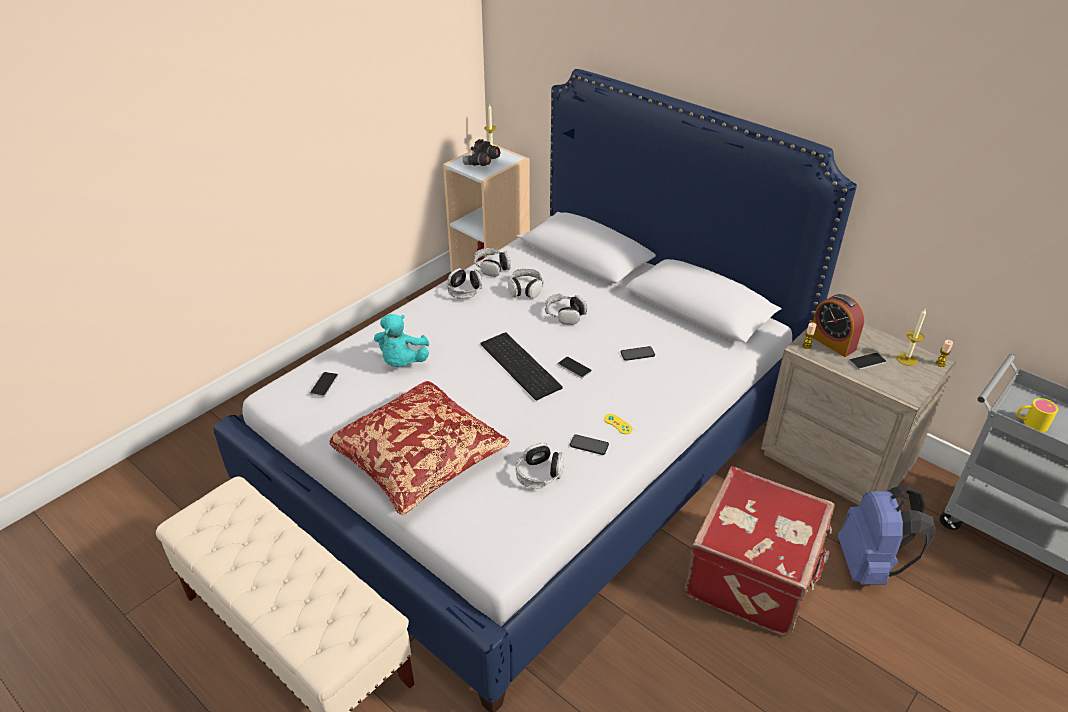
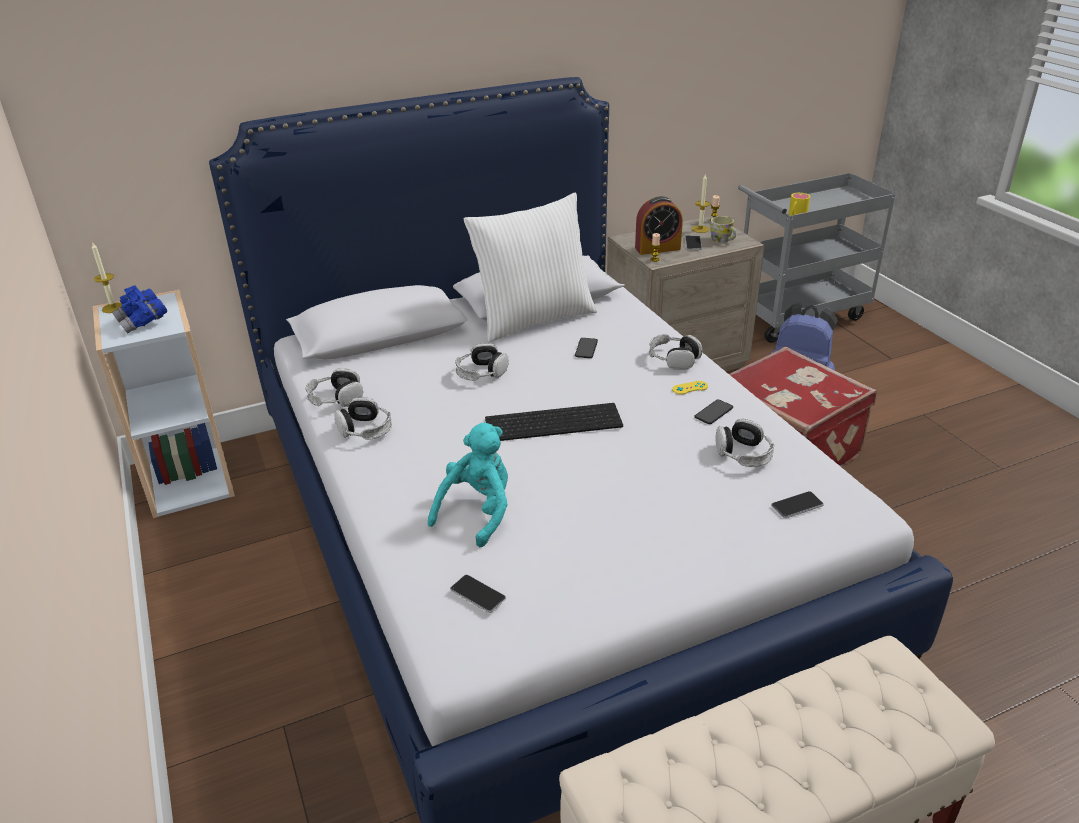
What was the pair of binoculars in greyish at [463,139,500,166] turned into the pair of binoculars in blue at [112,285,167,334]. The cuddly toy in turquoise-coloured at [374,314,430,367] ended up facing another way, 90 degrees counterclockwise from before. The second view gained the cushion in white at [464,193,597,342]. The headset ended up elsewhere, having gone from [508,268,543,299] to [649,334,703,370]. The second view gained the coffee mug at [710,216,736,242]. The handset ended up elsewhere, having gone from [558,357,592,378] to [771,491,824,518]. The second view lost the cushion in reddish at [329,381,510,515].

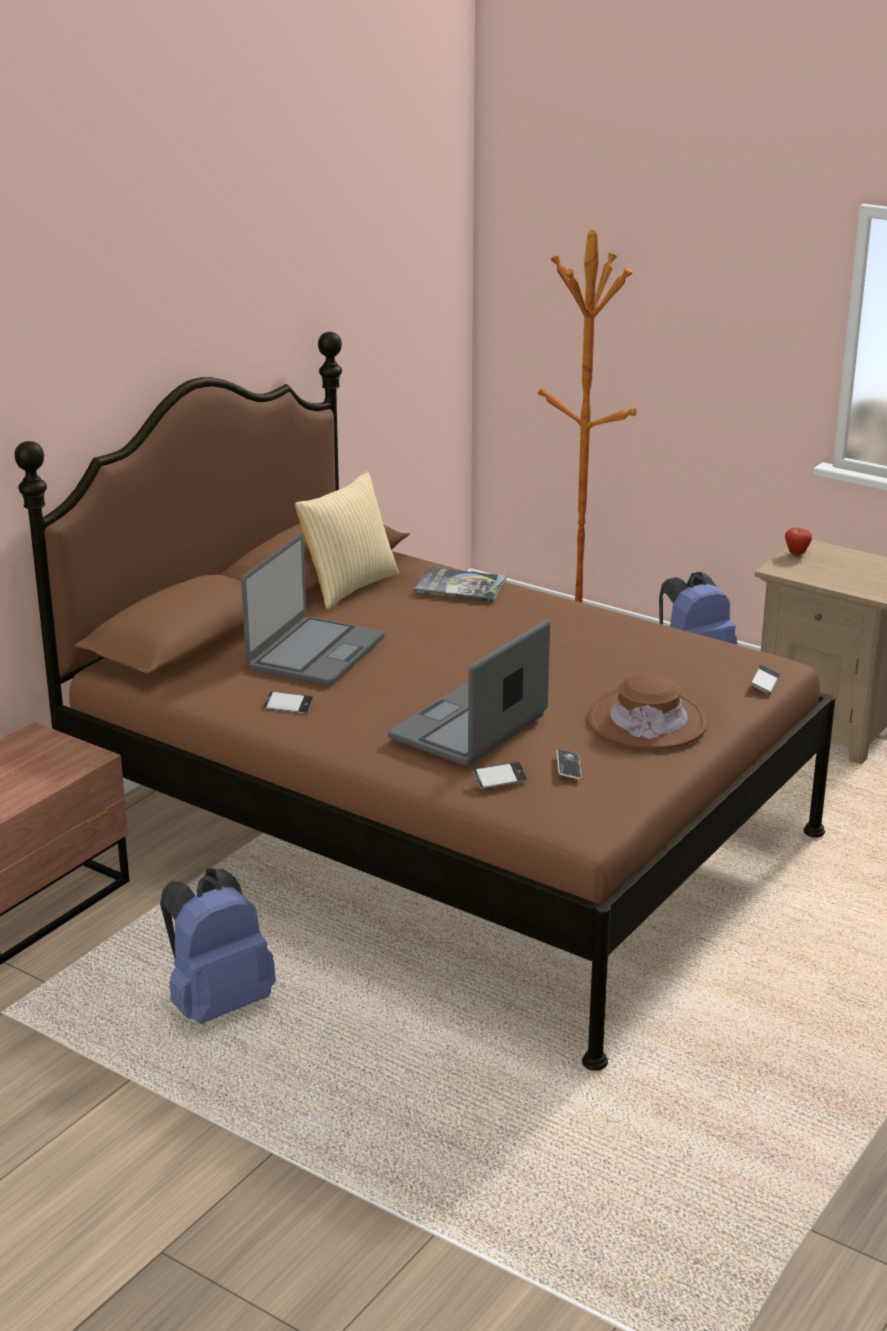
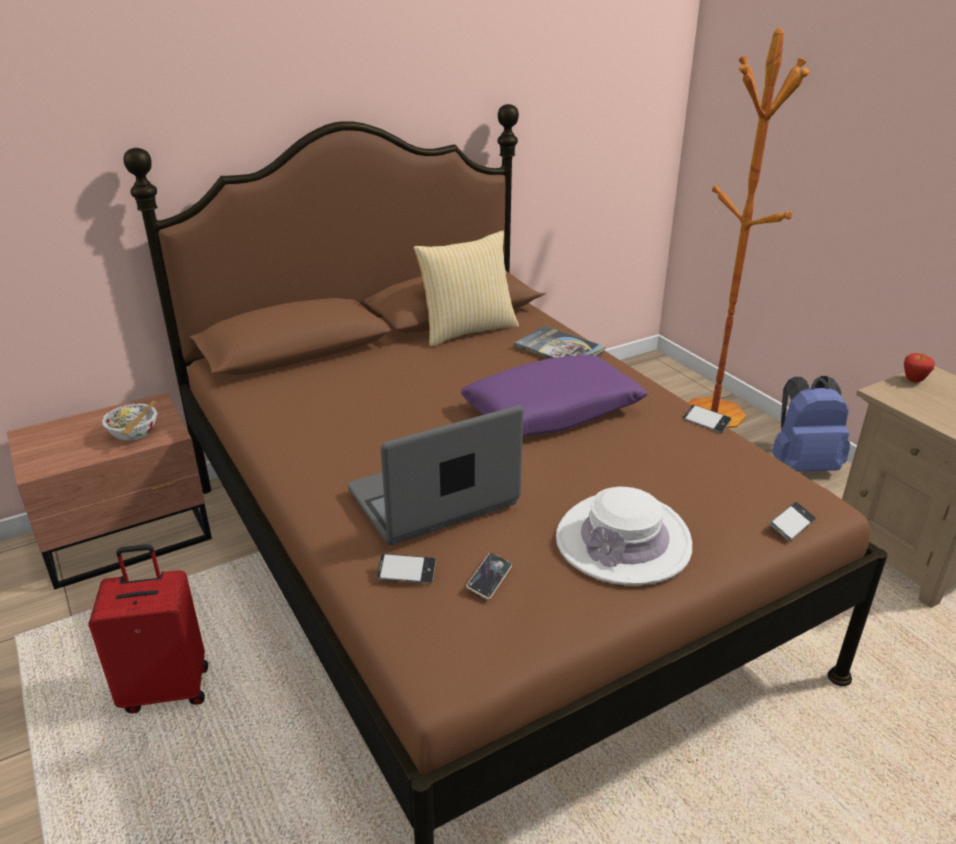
Where the backpack in blue stood at [160,868,276,1024], the piece of luggage in reddish came to stand at [88,544,208,713]. The second view gained the bowl at [102,401,158,441]. The second view gained the cushion in purple at [461,355,648,436]. What was the hat in brown-coloured at [588,674,708,749] turned into the hat in white at [556,487,692,586]. The handset ended up elsewhere, having gone from [264,691,314,714] to [683,405,732,433]. The second view lost the laptop at [241,534,385,686].

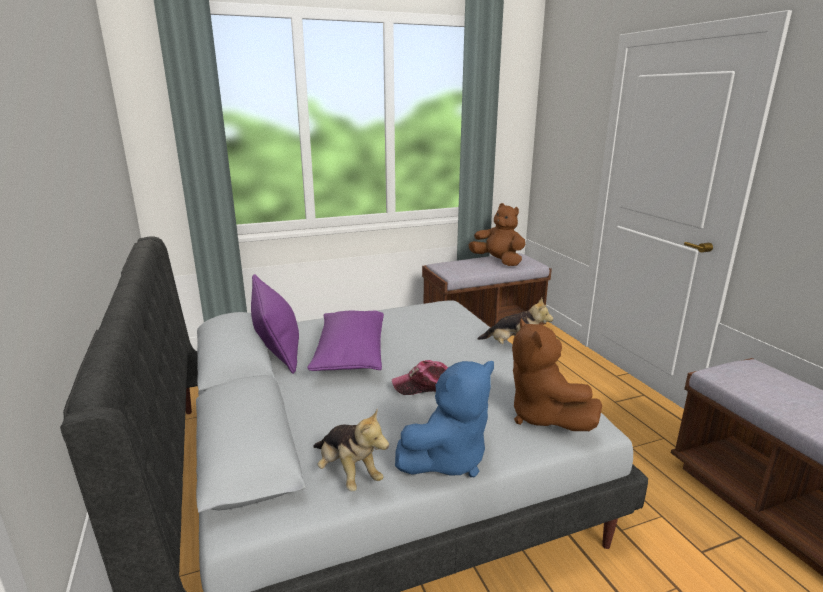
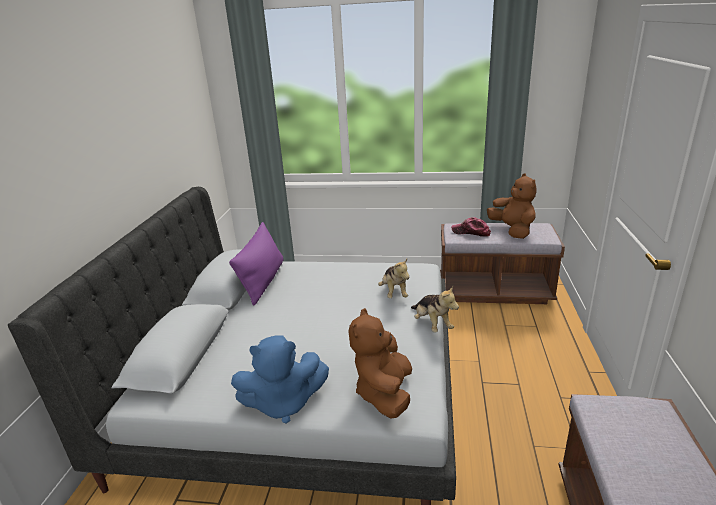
The cuddly toy ended up elsewhere, having gone from [313,409,389,491] to [378,259,410,298]. The baseball cap ended up elsewhere, having gone from [392,360,448,395] to [451,217,491,237]. The second view lost the cushion in purple at [307,310,384,371].

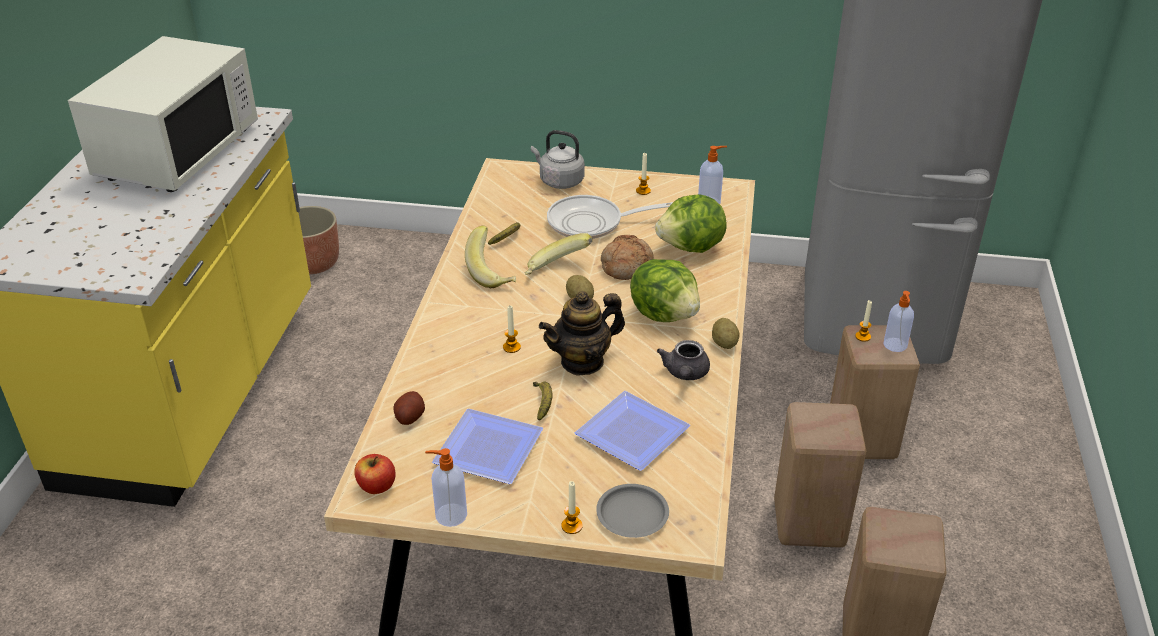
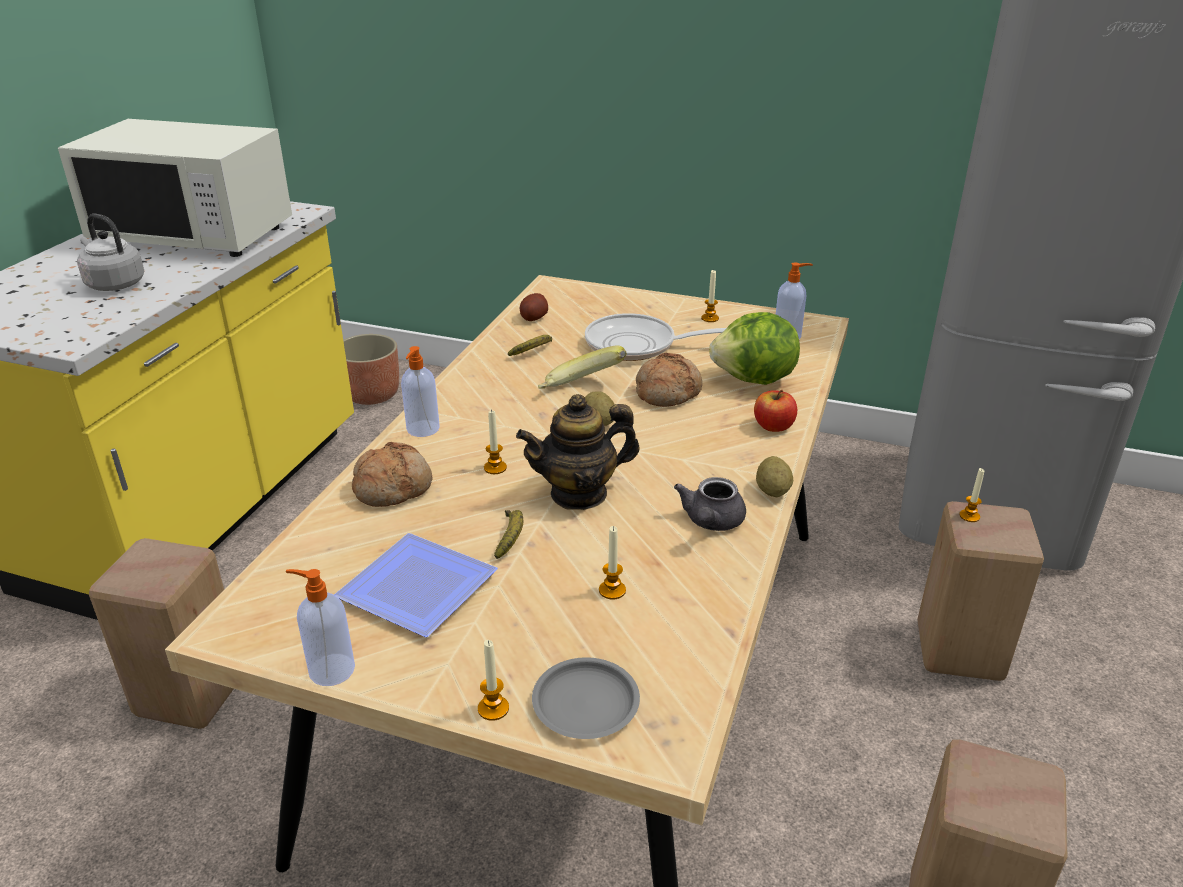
The kitchen microwave in white at [68,36,258,192] ended up facing another way, 75 degrees clockwise from before. The water kettle in greyish ended up elsewhere, having gone from [531,130,585,189] to [77,213,144,291]. The stool seat in beige-coloured ended up elsewhere, having gone from [774,402,866,548] to [89,538,233,729]. The second view gained the bread at [352,442,433,507]. The soap bottle ended up elsewhere, having gone from [884,291,914,352] to [401,346,440,437]. The whole potato ended up elsewhere, having gone from [393,391,425,425] to [520,293,548,321]. Where the flat dish stood at [575,391,690,471], the wax candle came to stand at [599,526,626,600]. The apple fruit ended up elsewhere, having gone from [354,454,396,494] to [754,389,797,432]. The second view lost the banana fruit at [465,226,516,288]. The second view lost the head of lettuce at [630,259,700,322].

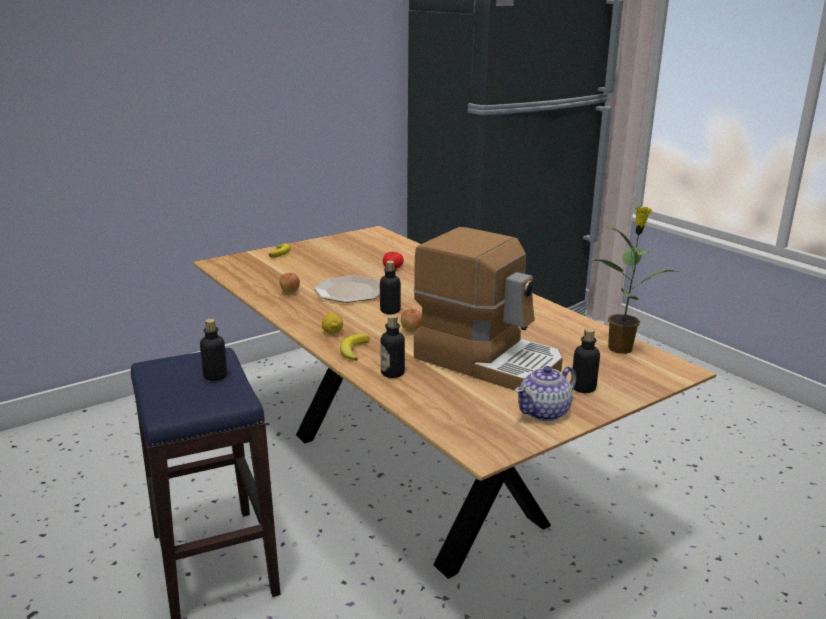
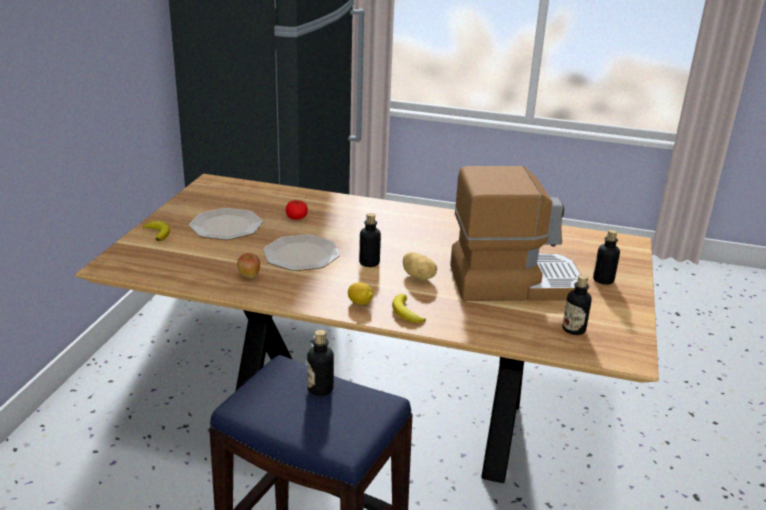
The second view gained the flat dish at [189,208,263,240]. Where the apple fruit stood at [401,309,422,334], the whole potato came to stand at [403,252,437,280]. The beverage bottle ended up elsewhere, having gone from [381,315,405,378] to [563,275,592,335]. The second view lost the teapot at [515,366,576,421]. The second view lost the houseplant at [590,206,680,354].

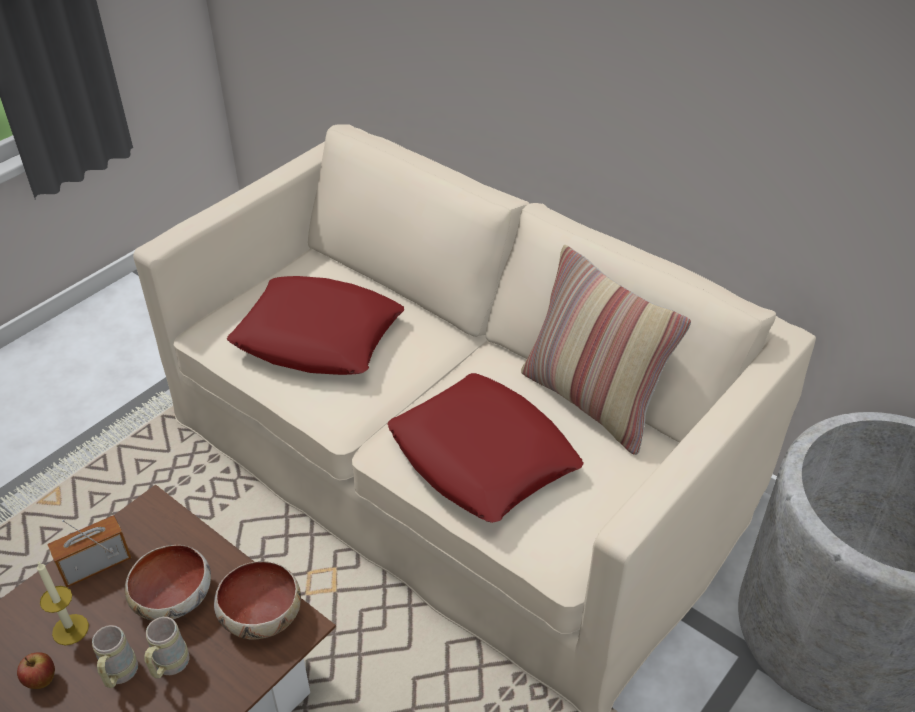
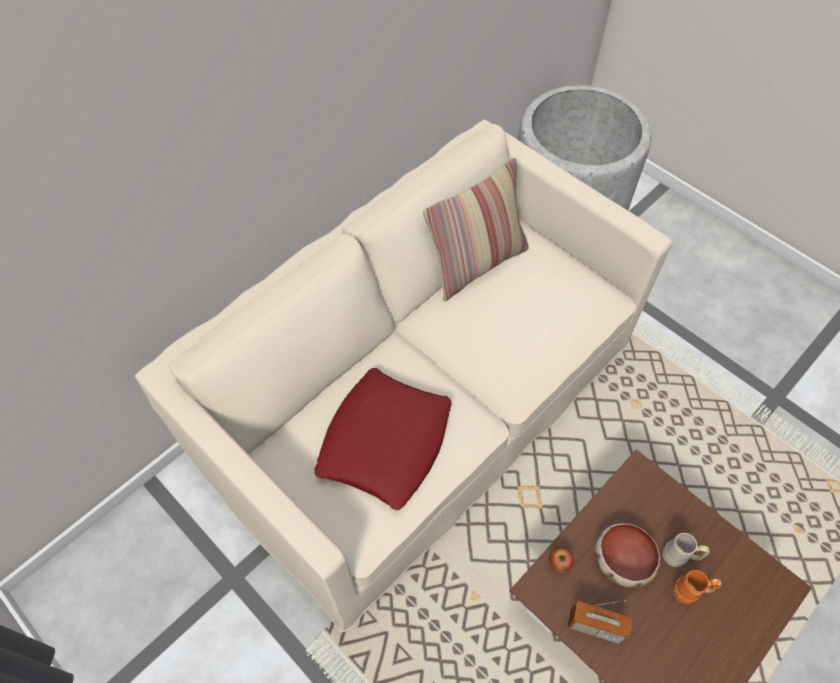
The apple fruit ended up elsewhere, having gone from [17,652,55,689] to [549,547,574,573]. The radio at [47,515,132,587] ended up facing another way, 45 degrees counterclockwise from before. What was the coffee mug in beige-coloured at [92,625,138,688] turned into the coffee mug in orange at [672,570,721,604]. The second view lost the wax candle at [37,562,89,645]. The second view lost the bowl at [214,561,301,639]. The second view lost the cushion in reddish at [388,373,584,523].

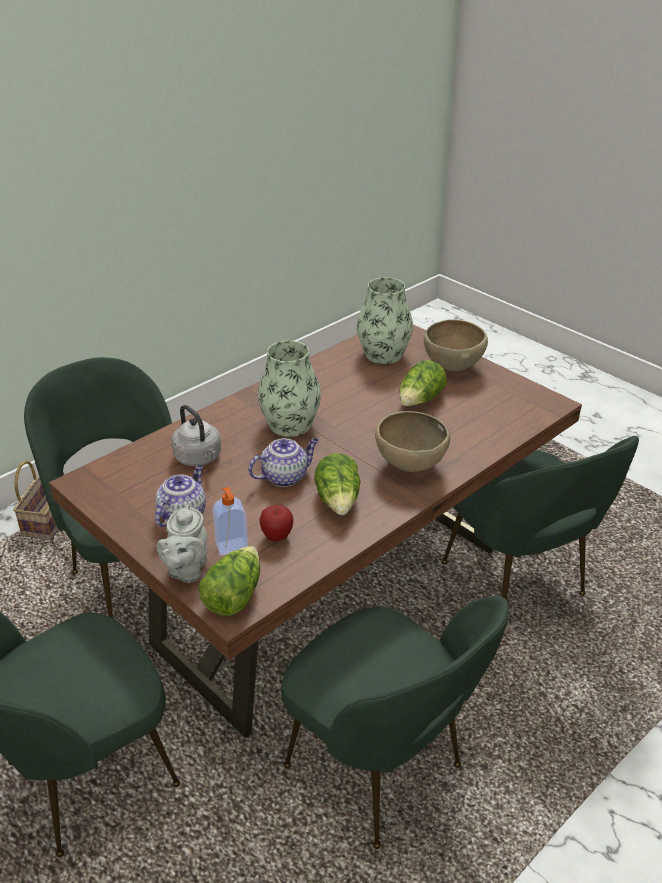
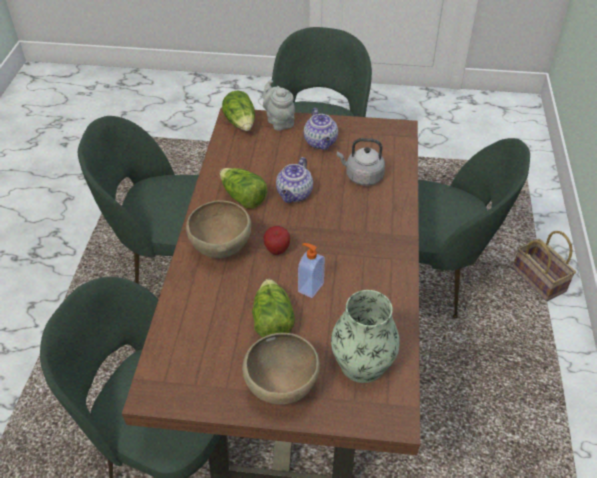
The apple fruit ended up elsewhere, having gone from [260,505,294,541] to [264,226,290,255]. The soap bottle ended up elsewhere, having gone from [212,487,248,556] to [298,243,325,298]. The second view lost the decorative vase at [258,341,321,437].

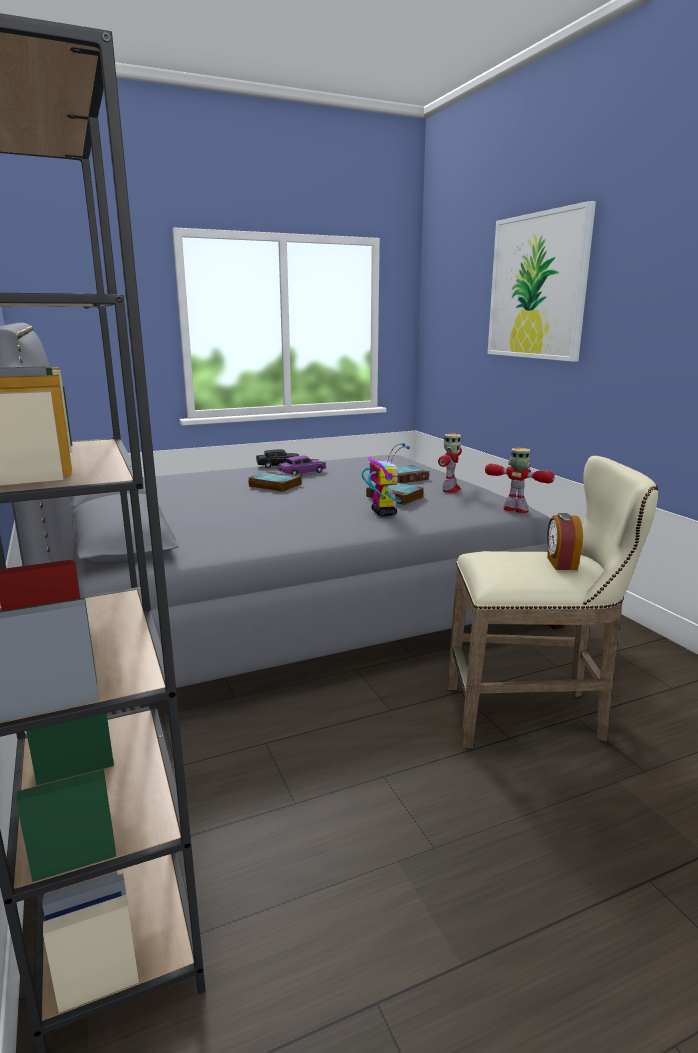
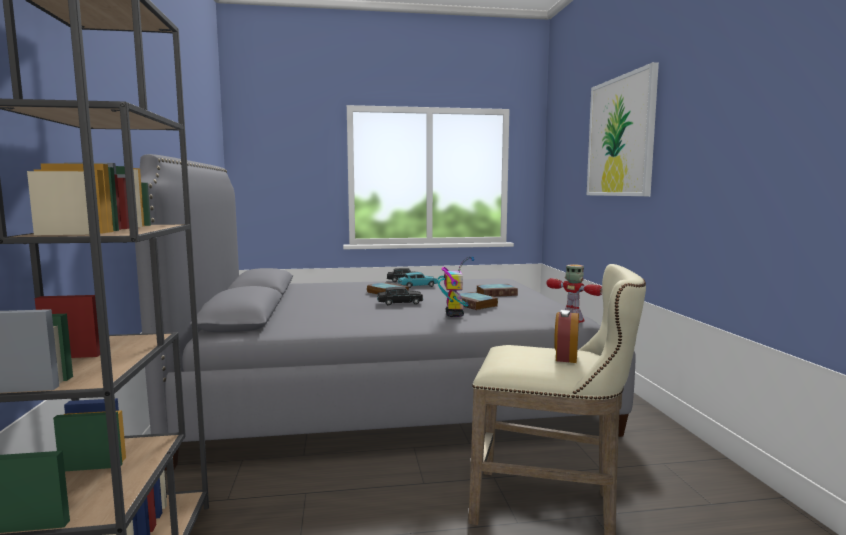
The second view gained the toy car in black at [377,287,424,306]. What was the toy car in purple at [277,455,326,475] turned into the toy car in turquoise-coloured at [397,272,437,288]. The second view lost the robot figure at [438,434,462,493].

